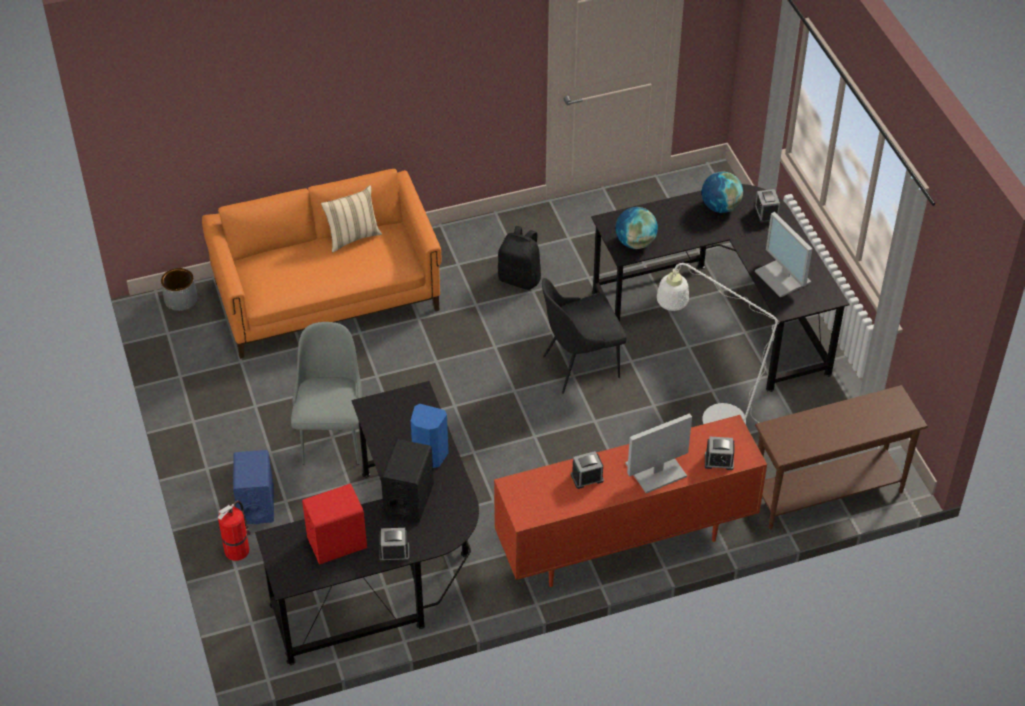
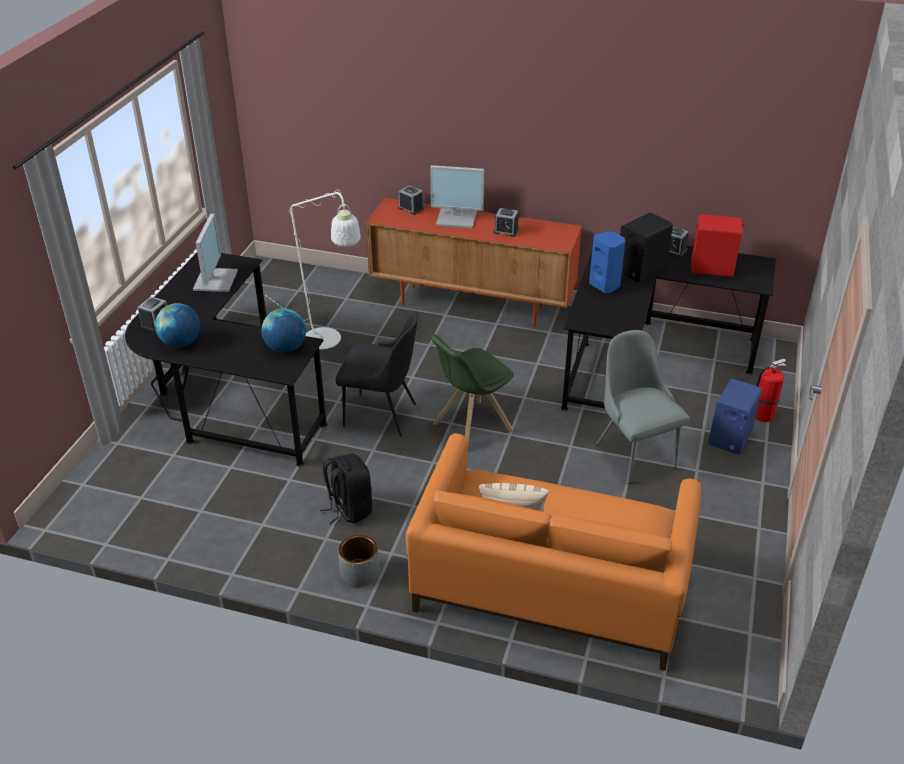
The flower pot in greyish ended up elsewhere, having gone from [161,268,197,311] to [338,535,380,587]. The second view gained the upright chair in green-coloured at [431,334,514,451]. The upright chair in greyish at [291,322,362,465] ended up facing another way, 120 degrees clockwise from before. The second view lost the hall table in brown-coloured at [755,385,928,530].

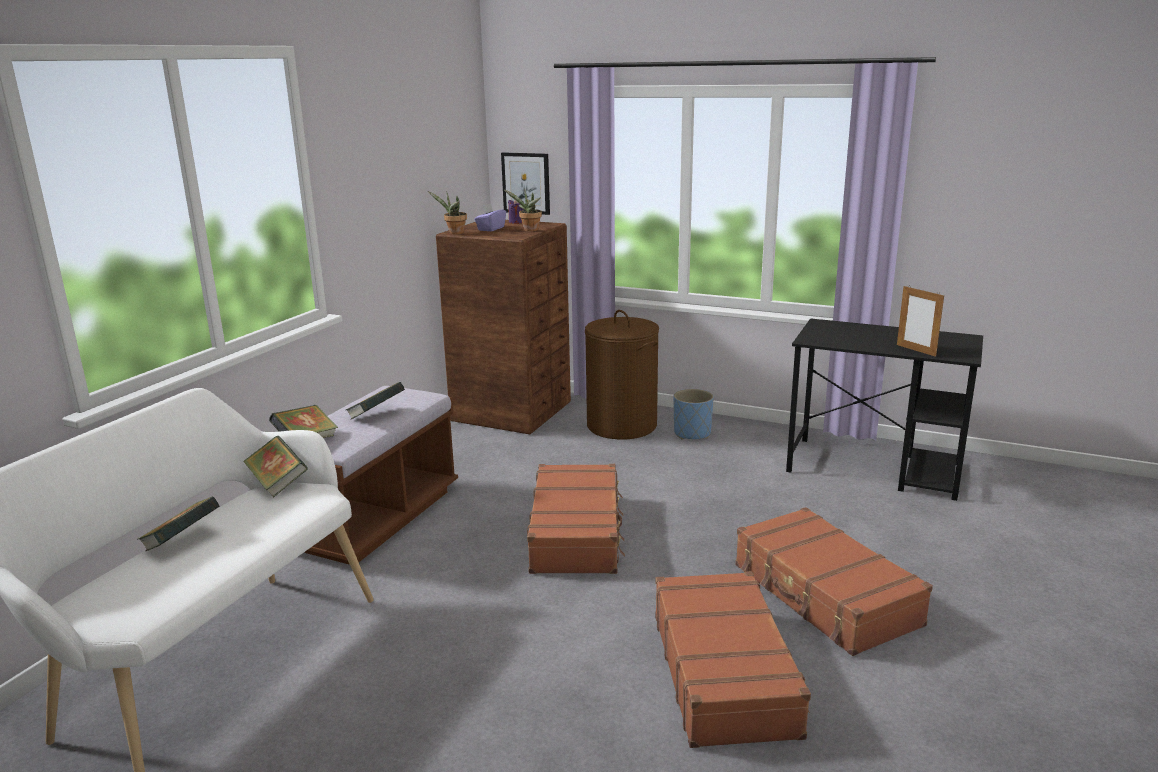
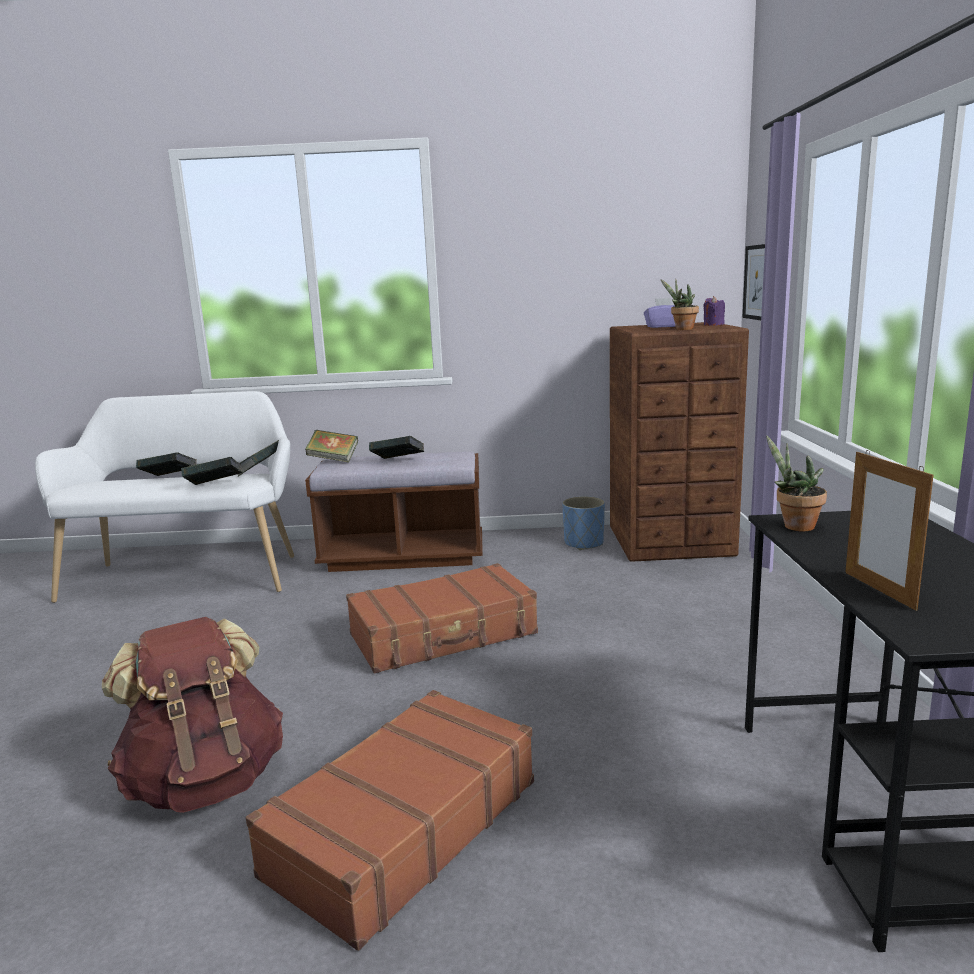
Where the piece of luggage in brown-coloured stood at [655,571,811,748], the backpack in brown-coloured came to stand at [102,617,283,813]. The second view gained the bound book at [181,457,243,485]. The flower pot in blue ended up elsewhere, having gone from [674,389,714,440] to [562,496,605,550]. The houseplant ended up elsewhere, having gone from [428,191,467,234] to [766,435,827,531]. The picture frame at [897,285,944,357] ended up facing another way, 45 degrees counterclockwise from before. The second view lost the hamper in brown-coloured at [585,310,659,440].

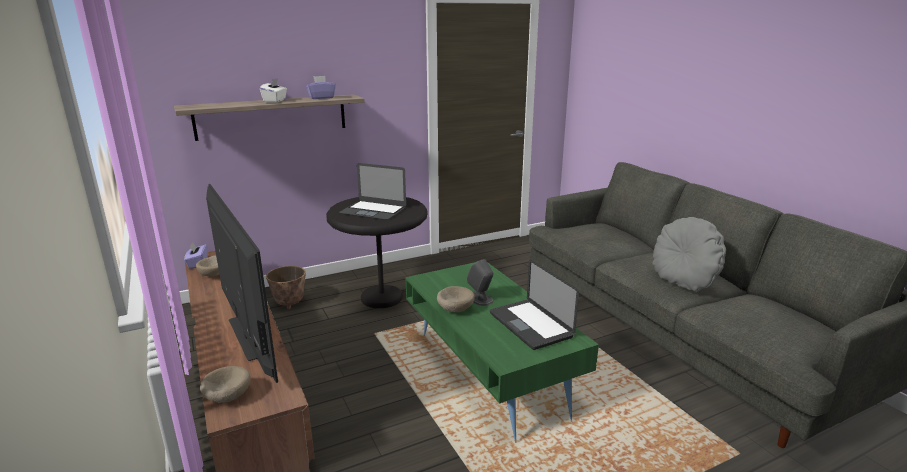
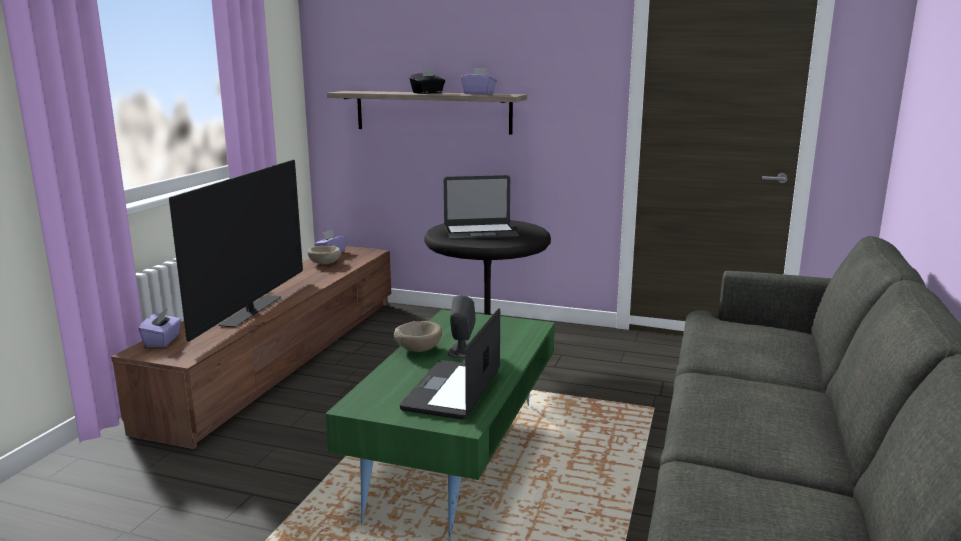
Where the bowl in beige-coloured stood at [200,366,251,403], the tissue box in purple came to stand at [139,308,181,347]. What was the tissue box in white at [260,78,287,103] turned into the tissue box in black at [409,68,445,94]. The laptop at [339,163,406,220] ended up facing another way, 75 degrees counterclockwise from before. The second view lost the flower pot at [266,266,306,309]. The second view lost the cushion in greyish at [652,217,726,292].

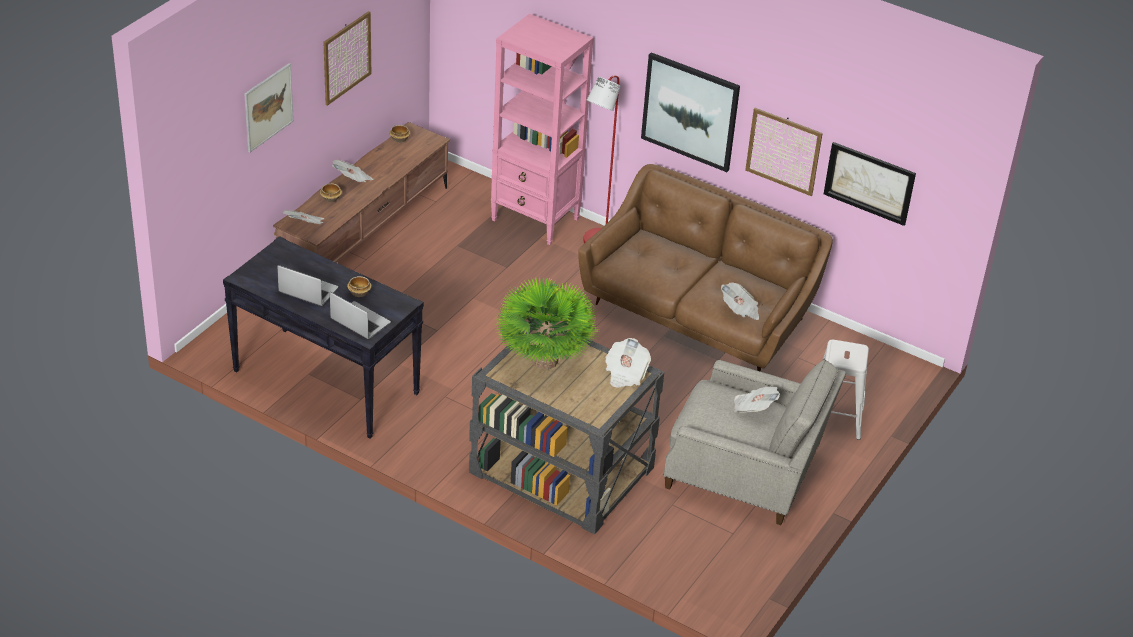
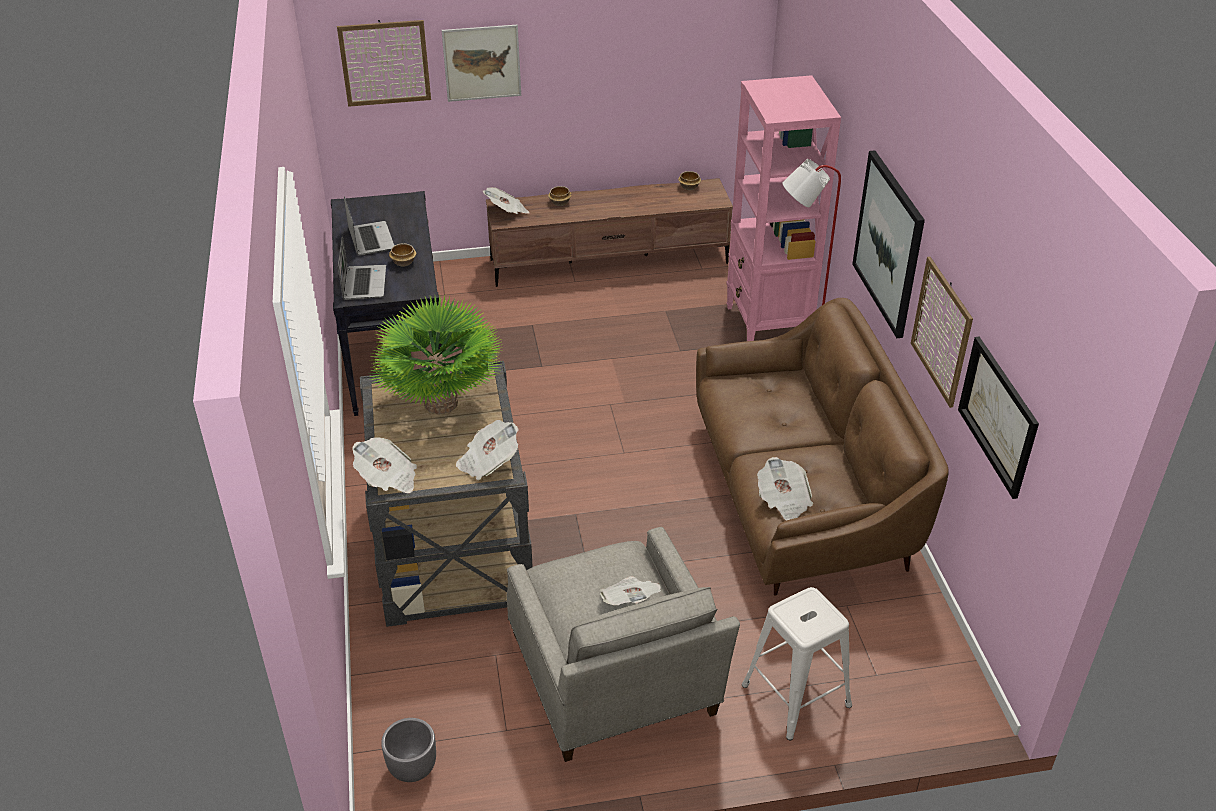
The wall art ended up elsewhere, having gone from [324,11,371,106] to [337,20,431,107]. The printed paper ended up elsewhere, having gone from [332,160,374,182] to [352,437,417,493]. The second view gained the flower pot in greyish at [381,718,436,782].

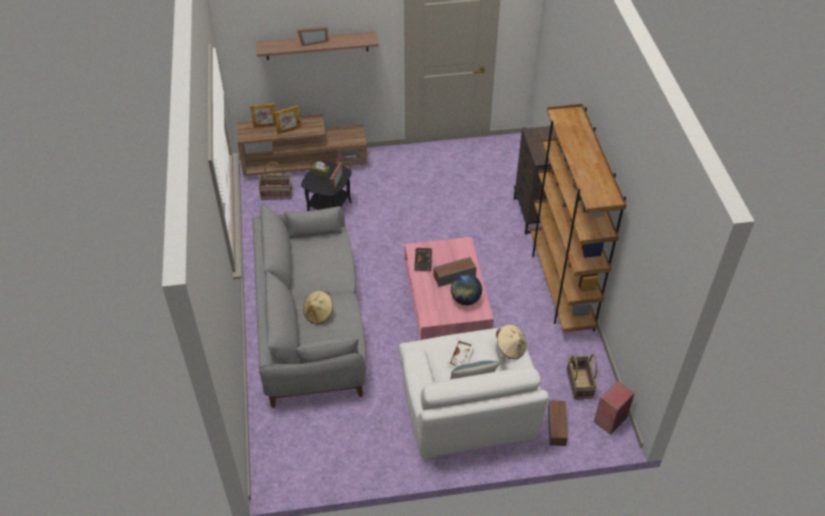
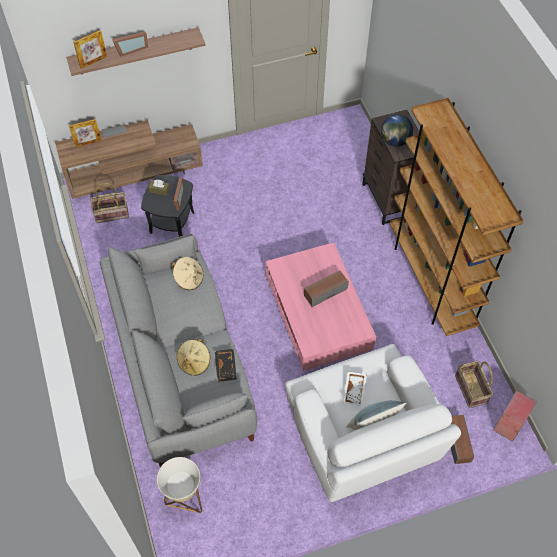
The picture frame ended up elsewhere, having gone from [274,105,301,135] to [73,30,107,69]. The second view gained the flower pot at [157,457,202,513]. The hat in beige-coloured ended up elsewhere, having gone from [496,324,527,359] to [172,257,204,290]. The serving tray in black ended up elsewhere, having gone from [414,248,432,271] to [215,349,237,382]. The world globe ended up elsewhere, having gone from [451,274,482,305] to [381,114,413,147].

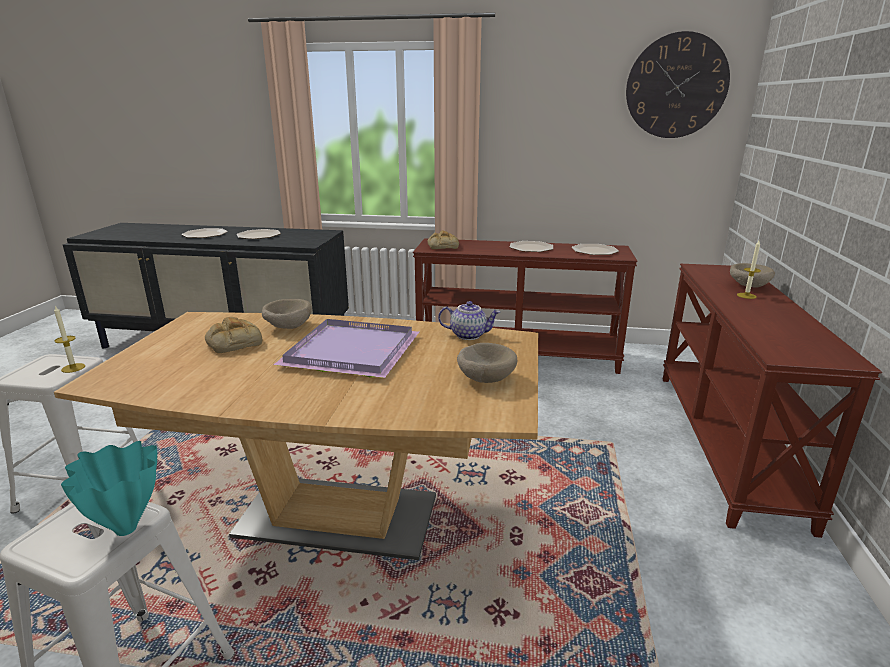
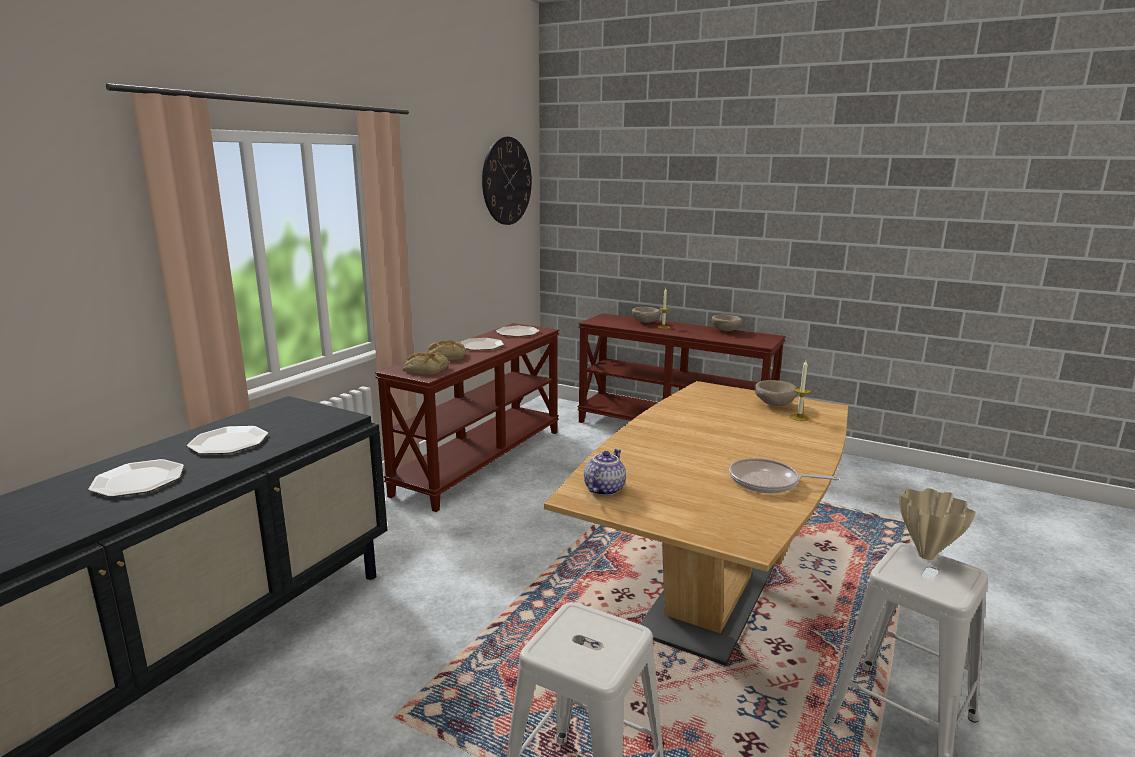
The bread ended up elsewhere, having gone from [205,317,262,353] to [427,340,465,360]. The teapot ended up elsewhere, having gone from [438,301,500,340] to [584,449,626,496]. The bowl in beige-coloured ended up elsewhere, having gone from [262,299,312,329] to [712,315,742,332]. The second view gained the pan at [729,458,839,493]. The wax candle ended up elsewhere, having gone from [54,305,85,373] to [790,361,811,421]. What was the decorative vase in turquoise-coloured at [61,441,157,536] turned into the decorative vase in beige-coloured at [899,488,976,560]. The second view lost the serving tray in purple at [273,319,419,378].

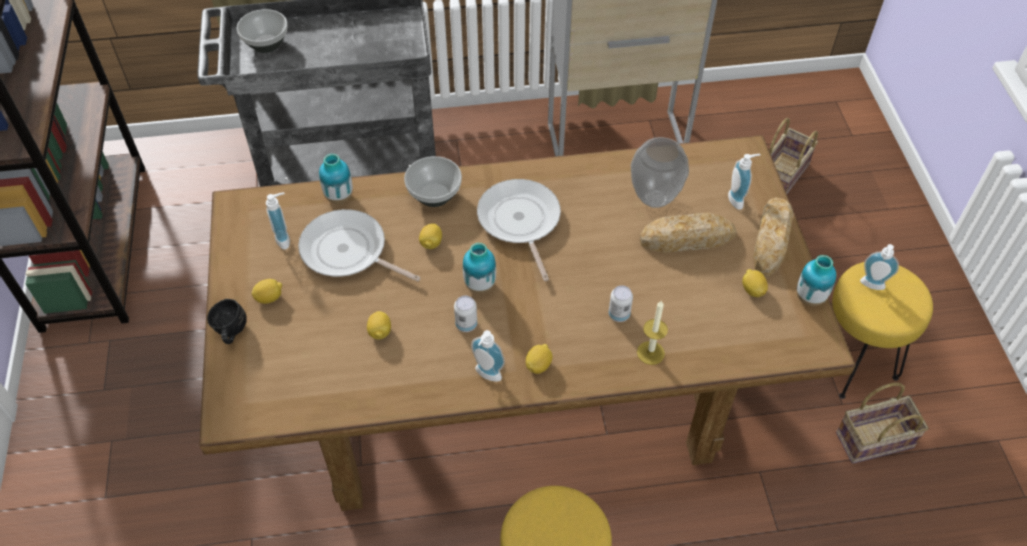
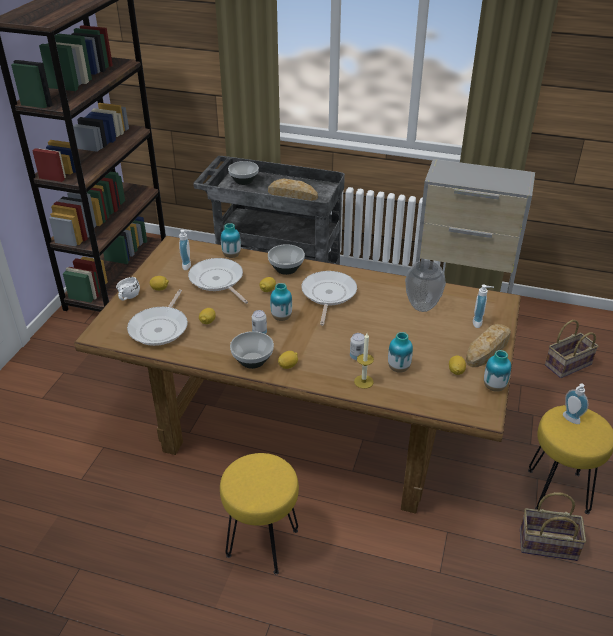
What was the coffee mug in black at [207,299,247,344] turned into the coffee mug in white at [116,277,140,300]. The second view gained the pan at [127,289,188,346]. Where the soap bottle stood at [471,330,505,382], the bowl came to stand at [230,331,274,369]. The bread ended up elsewhere, having gone from [640,213,737,253] to [268,178,318,201]. The second view gained the decorative vase at [388,332,413,373].

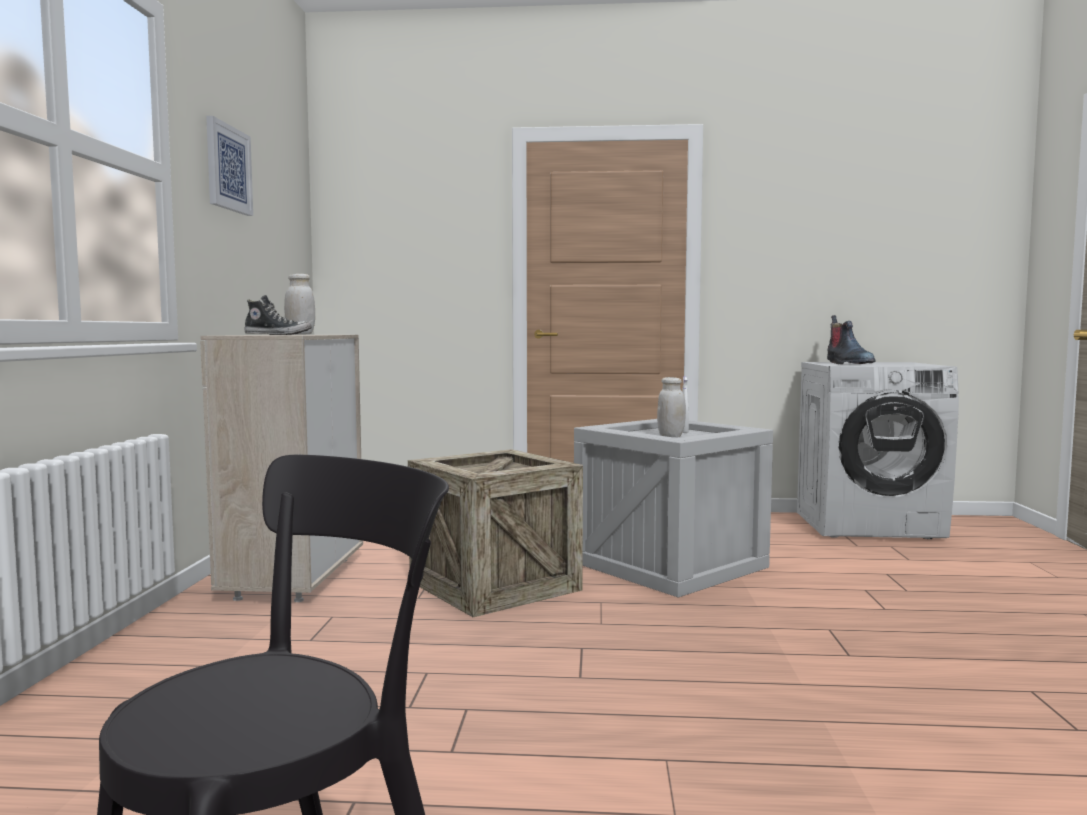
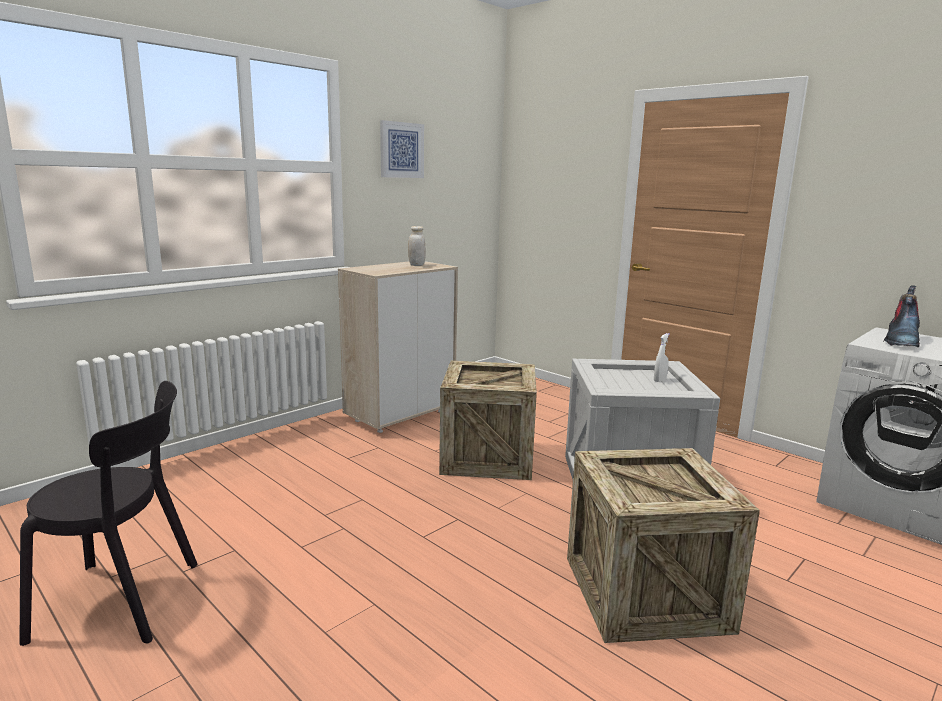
The second view gained the shipping crate at [567,448,760,643]. The second view lost the item of footwear at [244,295,312,335]. The second view lost the jar in white at [657,377,686,437].

